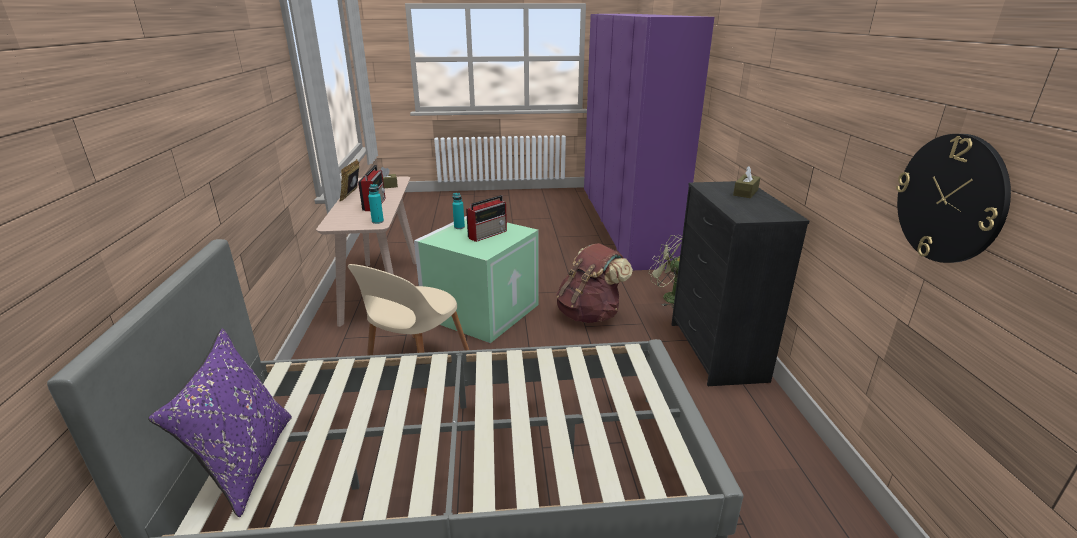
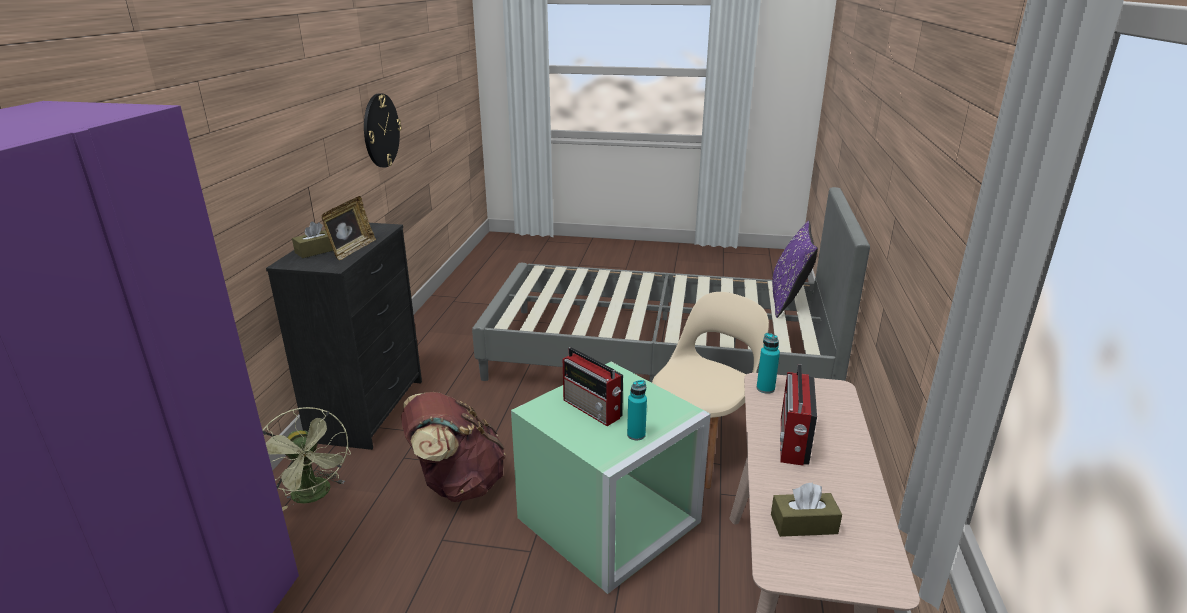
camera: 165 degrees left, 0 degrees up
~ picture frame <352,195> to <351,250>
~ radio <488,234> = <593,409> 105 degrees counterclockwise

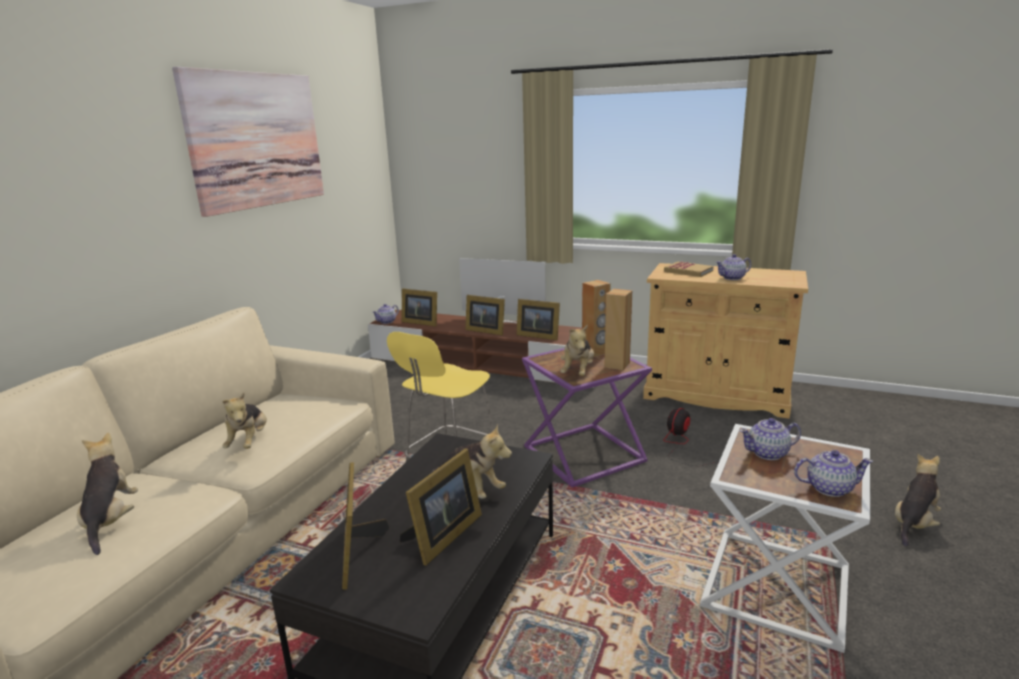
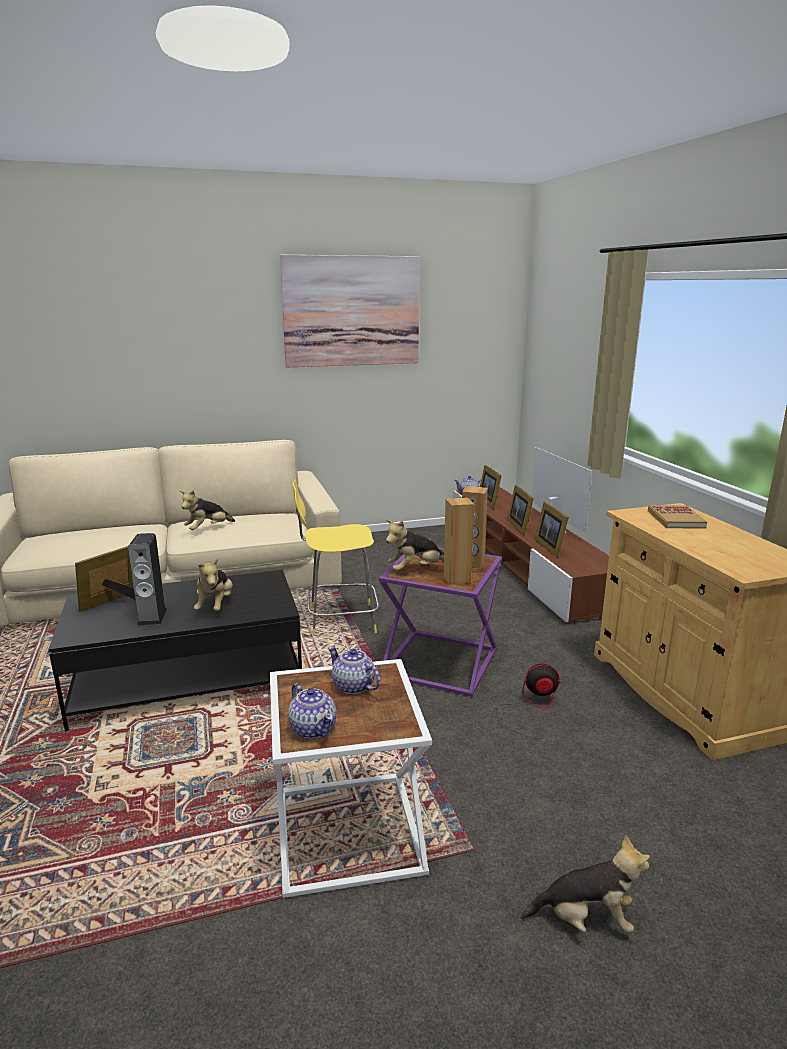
camera: 50 degrees right, 0 degrees up
- plush toy <111,521>
- pot for tea <732,278>
~ picture frame <442,536> to loudspeaker <152,617>

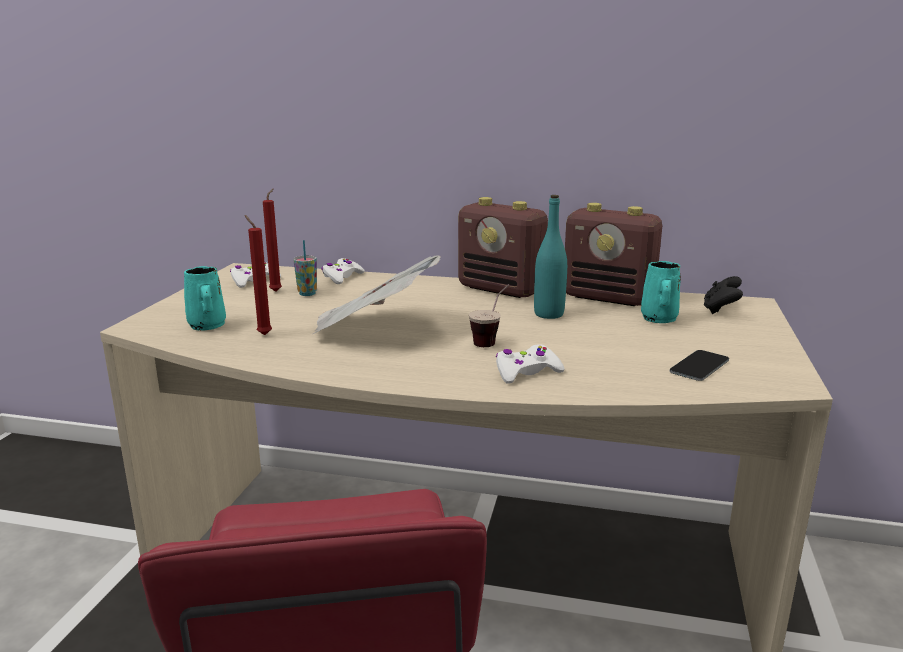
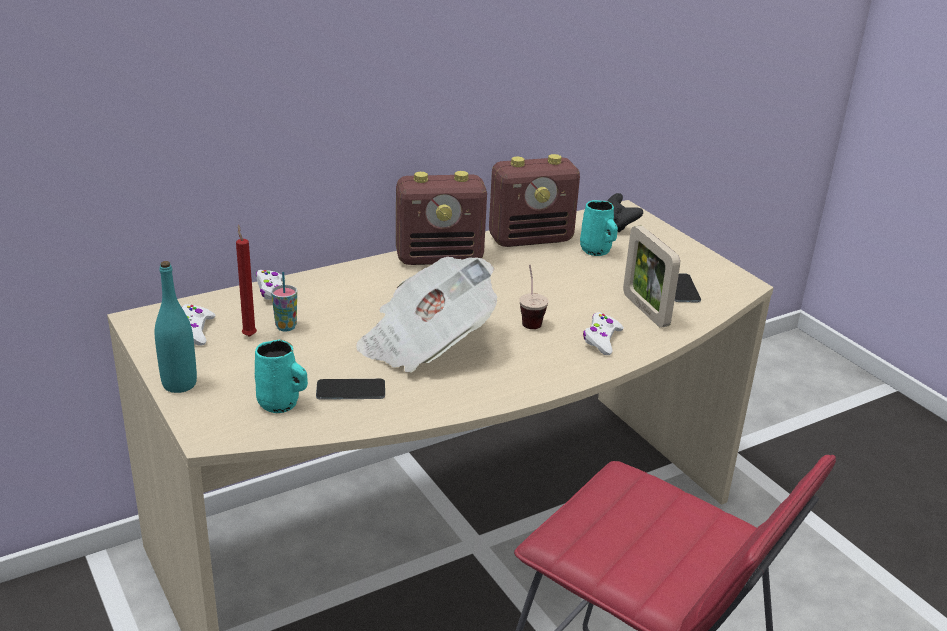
camera: 45 degrees left, 10 degrees up
+ picture frame <645,310>
~ turquoise-coloured drink bottle <548,314> to <179,384>
~ red-coloured wax candle <263,334> to phone <350,390>

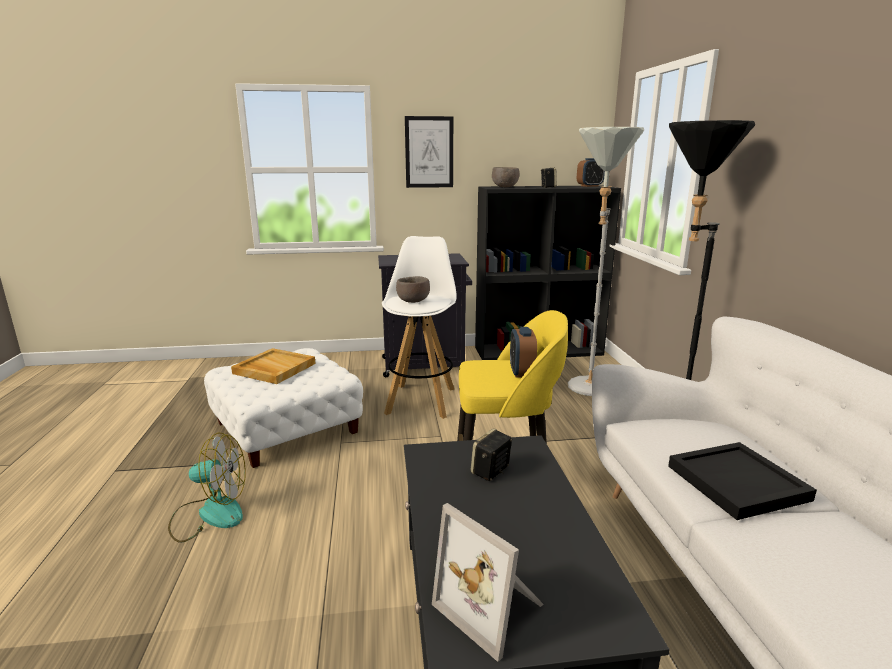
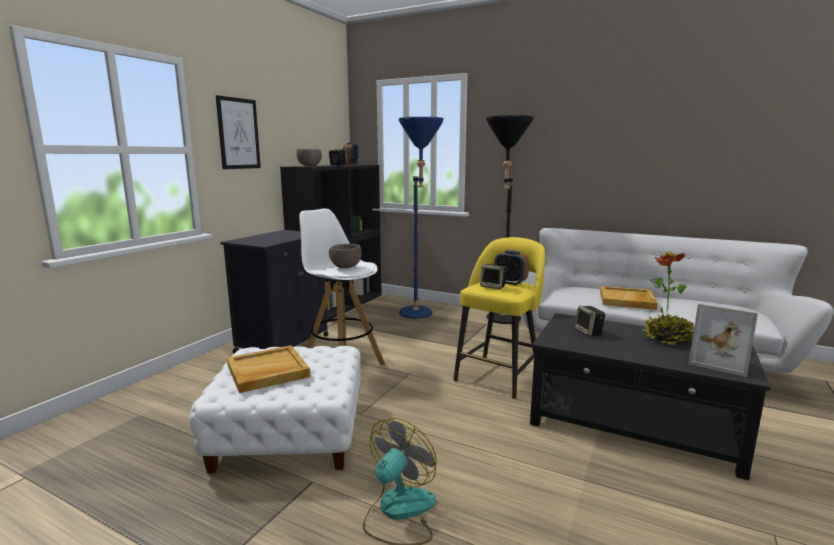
camera: 55 degrees left, 5 degrees down
+ loudspeaker <493,287>
+ potted plant <667,339>
~ greyish standing lamp <587,391> to blue-coloured standing lamp <419,315>
~ black carrying tray <737,483> to beige carrying tray <627,300>
~ picture frame <493,606> = <719,362> 45 degrees clockwise

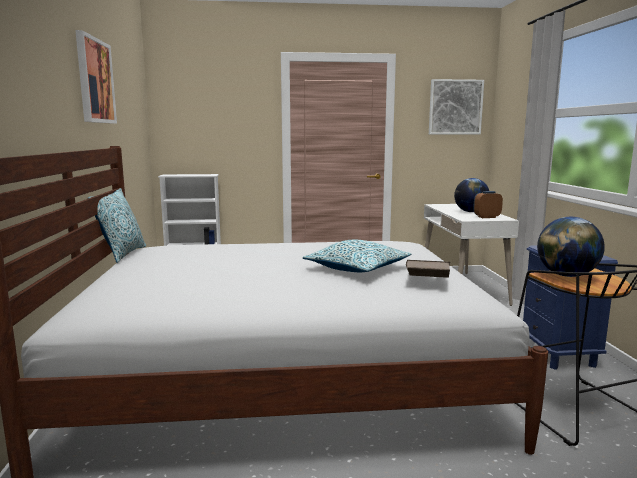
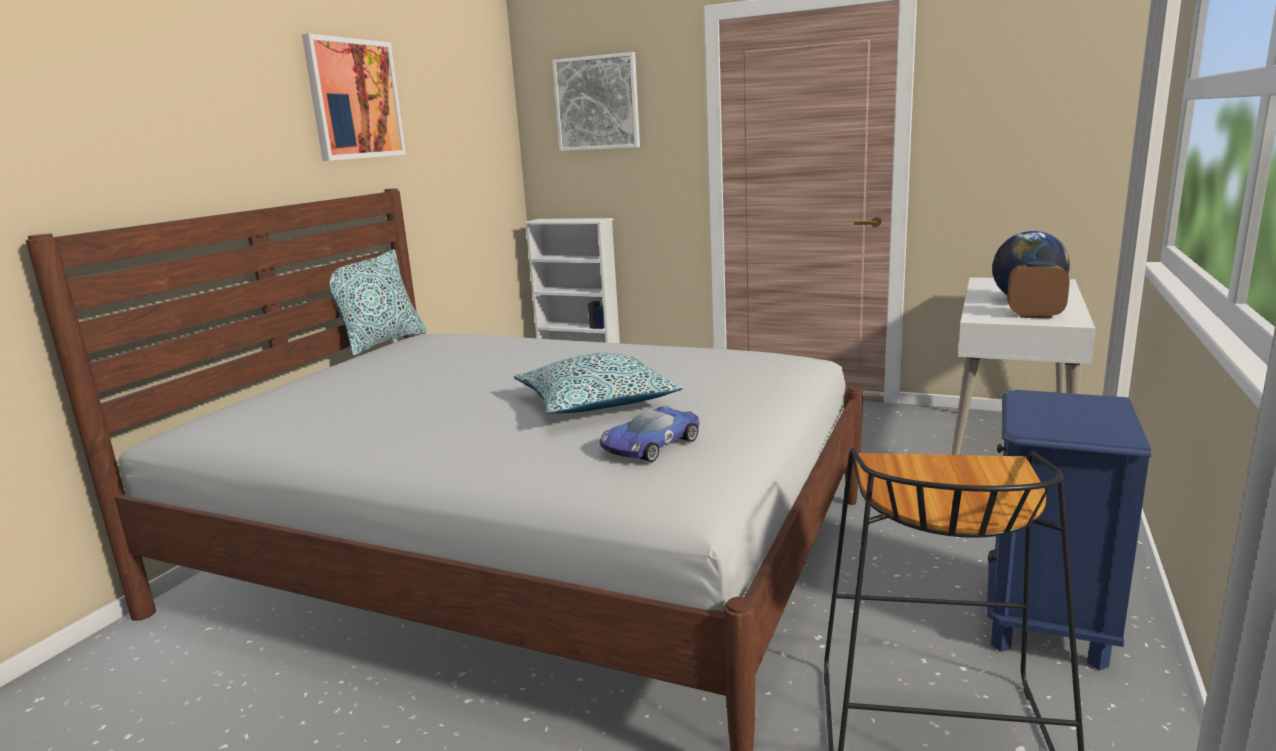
camera: 30 degrees right, 5 degrees up
- globe <566,275>
~ wall picture <455,107> to <597,103>
~ brown book <427,282> to miniature car <649,445>

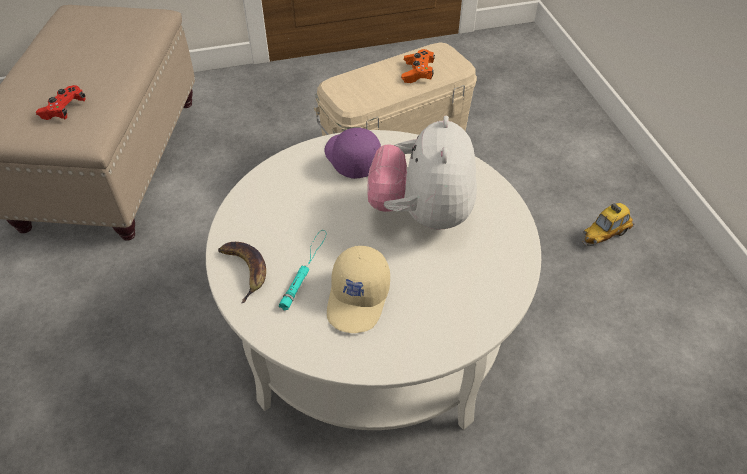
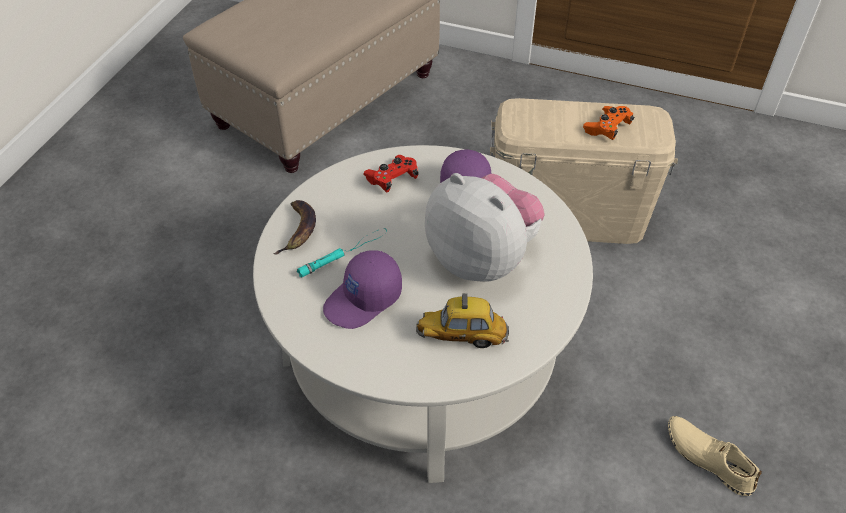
camera: 35 degrees right, 0 degrees up
+ beige low shoe <708,458>
~ red-coloured gamepad <64,110> to <392,179>
~ miniature car <605,235> to <462,336>
~ beige cap <359,298> to purplish cap <364,300>
~ plush toy <422,214> = <482,258> 90 degrees clockwise

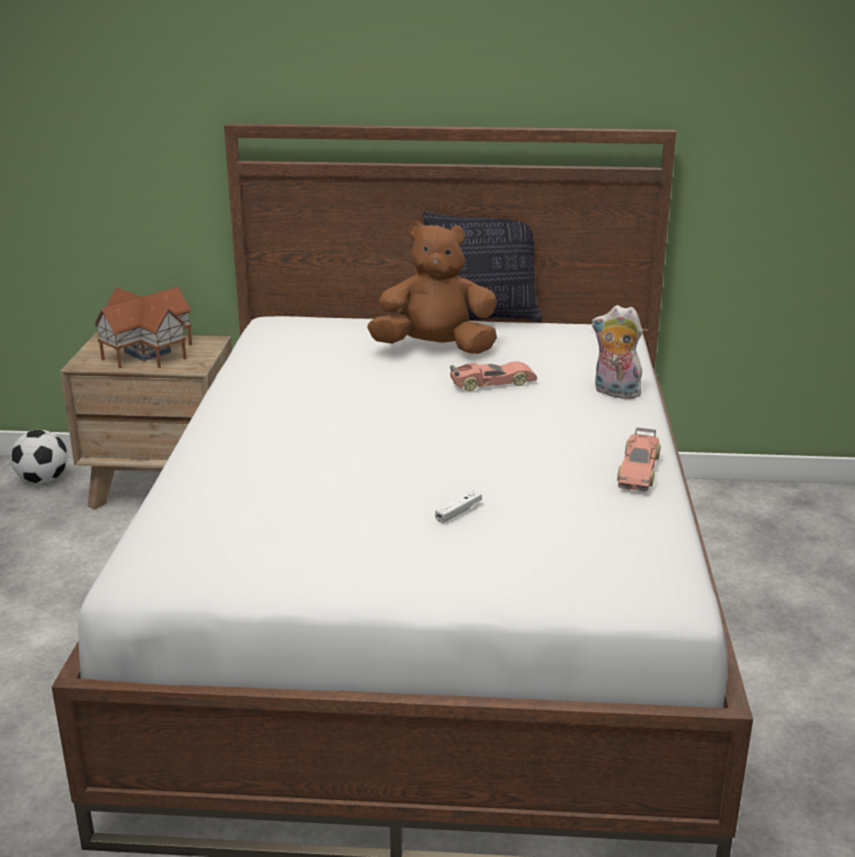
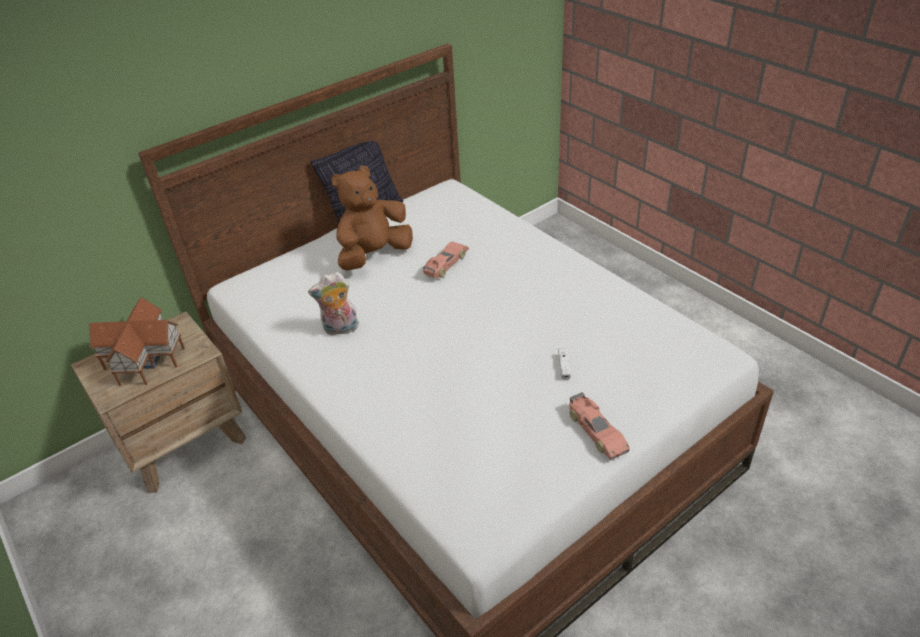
camera: 40 degrees left, 15 degrees up
- football <43,480>
~ plush toy <614,393> to <340,329>
~ miniature car <638,470> to <596,431>

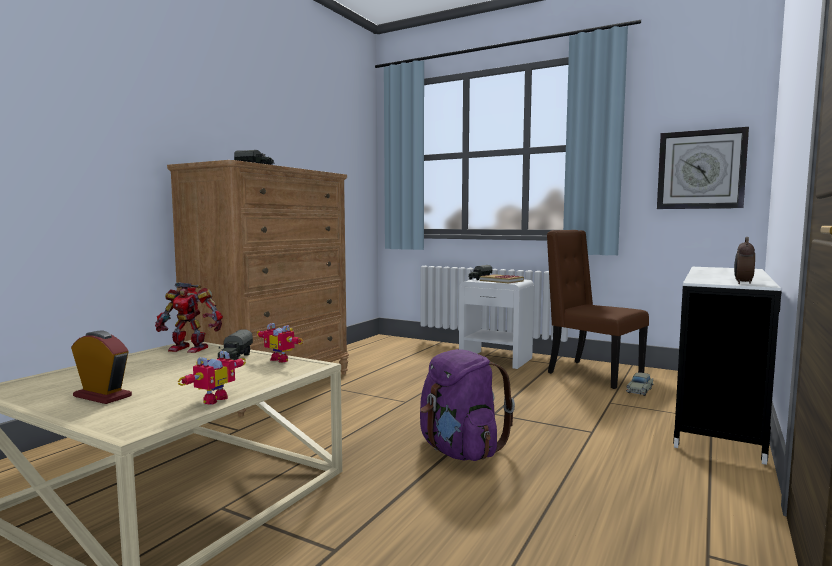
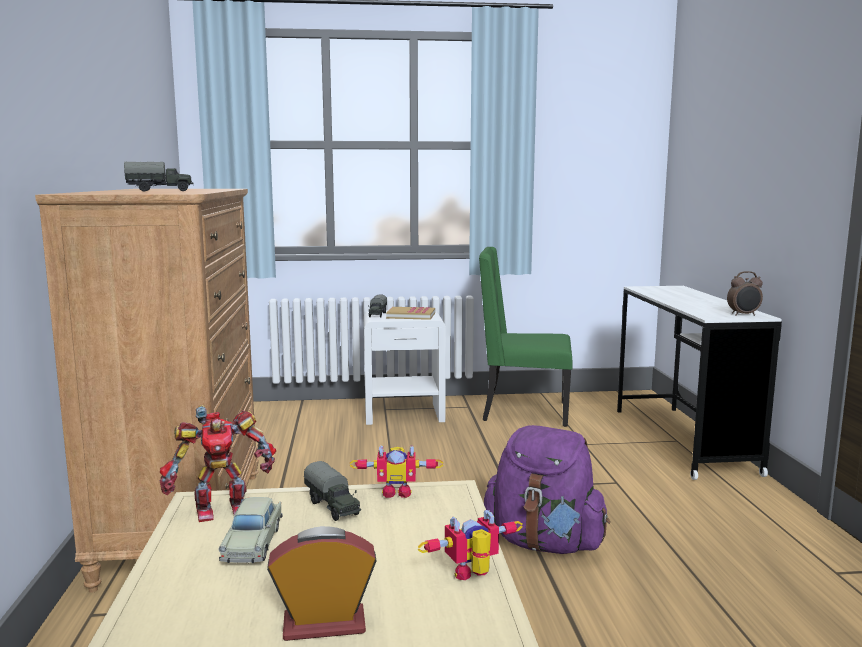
camera: 35 degrees left, 5 degrees up
- hanging clock <701,170>
~ beige miniature car <640,390> to <254,542>
~ brown plain chair <592,374> to green-coloured plain chair <523,412>
~ model robot <212,399> = <474,576> 105 degrees counterclockwise
~ table clock <742,283> = <743,315> 90 degrees counterclockwise

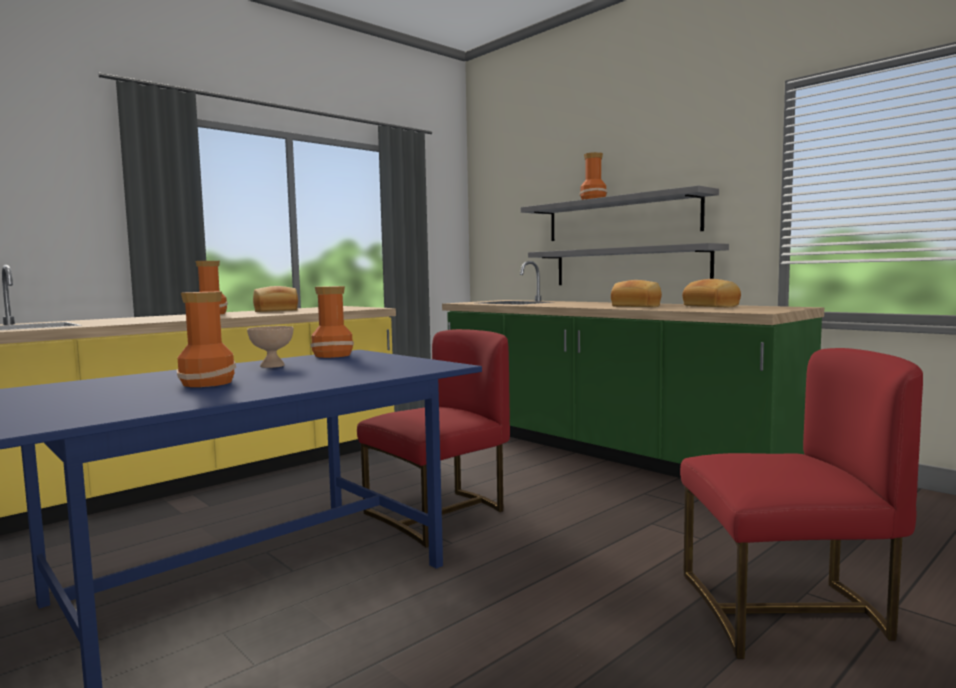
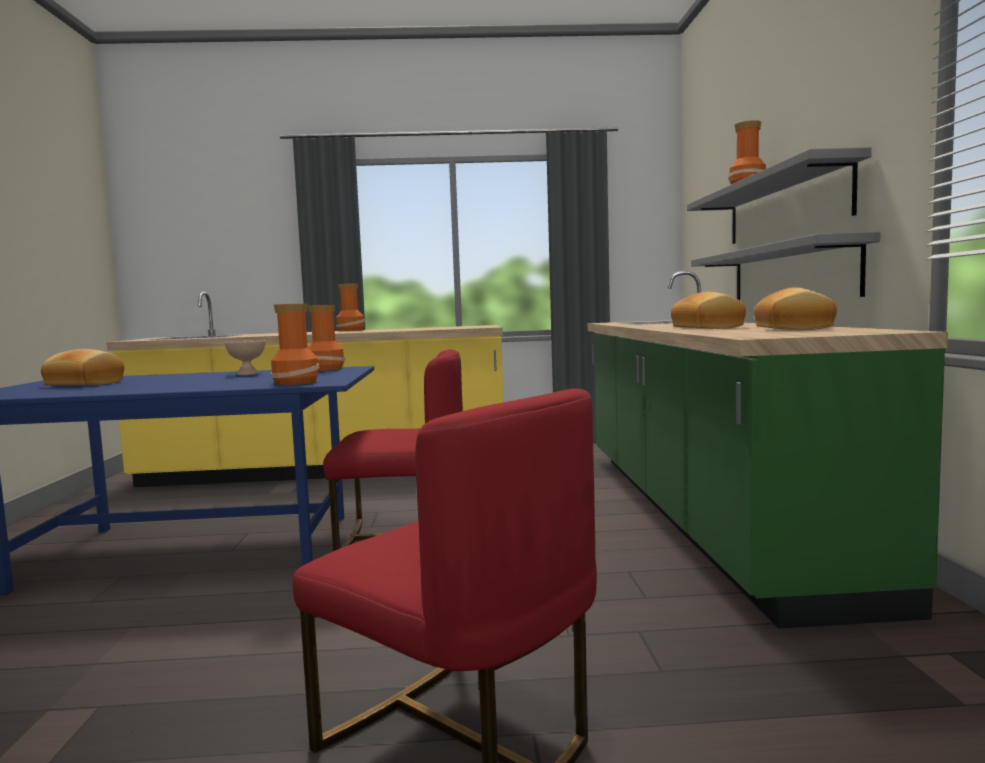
camera: 40 degrees right, 0 degrees up
~ decorative vase <208,383> to <297,382>
~ baked bread <276,311> to <83,384>

